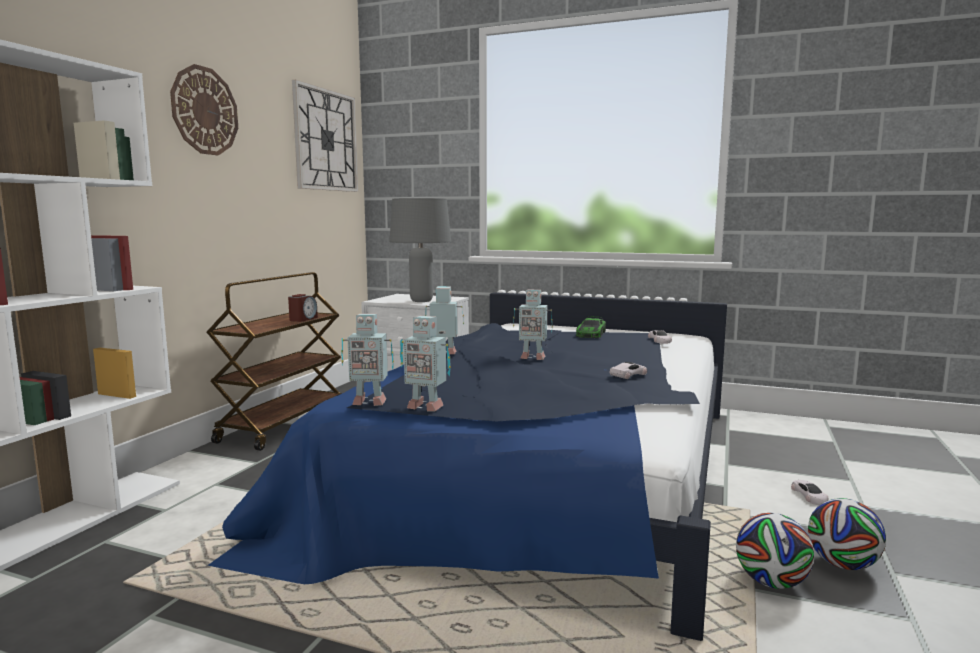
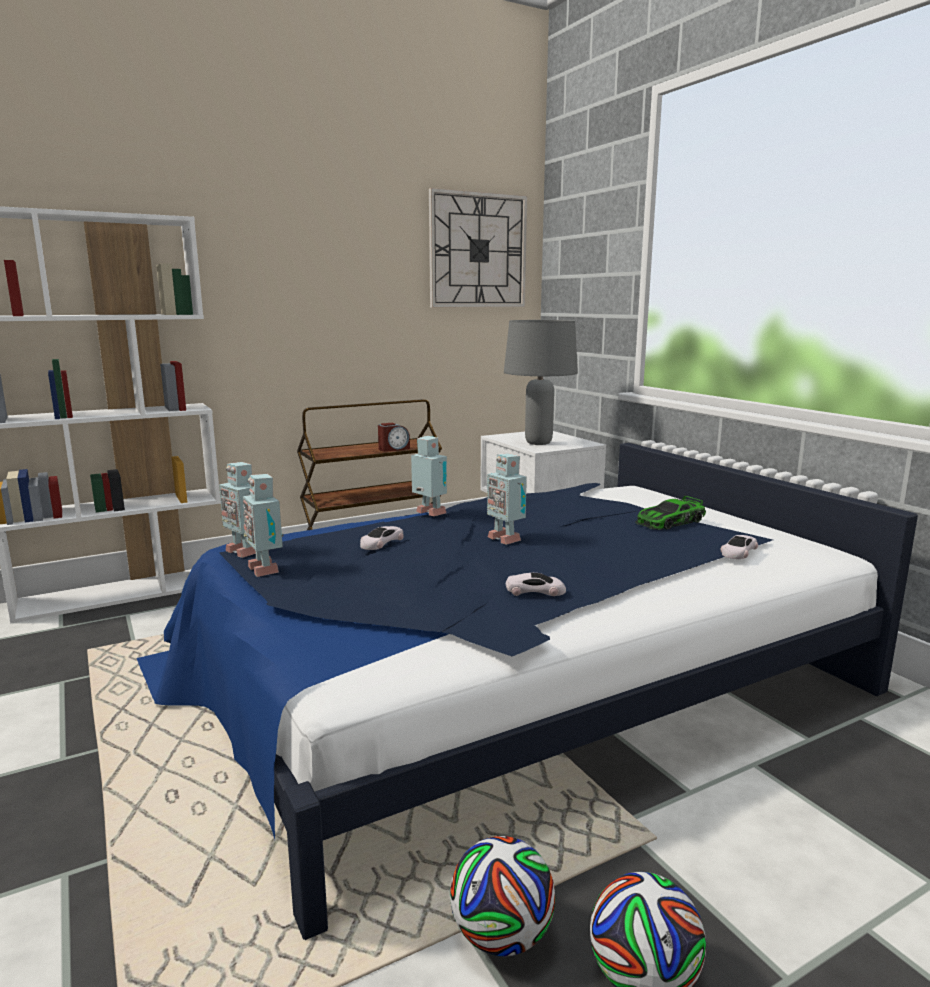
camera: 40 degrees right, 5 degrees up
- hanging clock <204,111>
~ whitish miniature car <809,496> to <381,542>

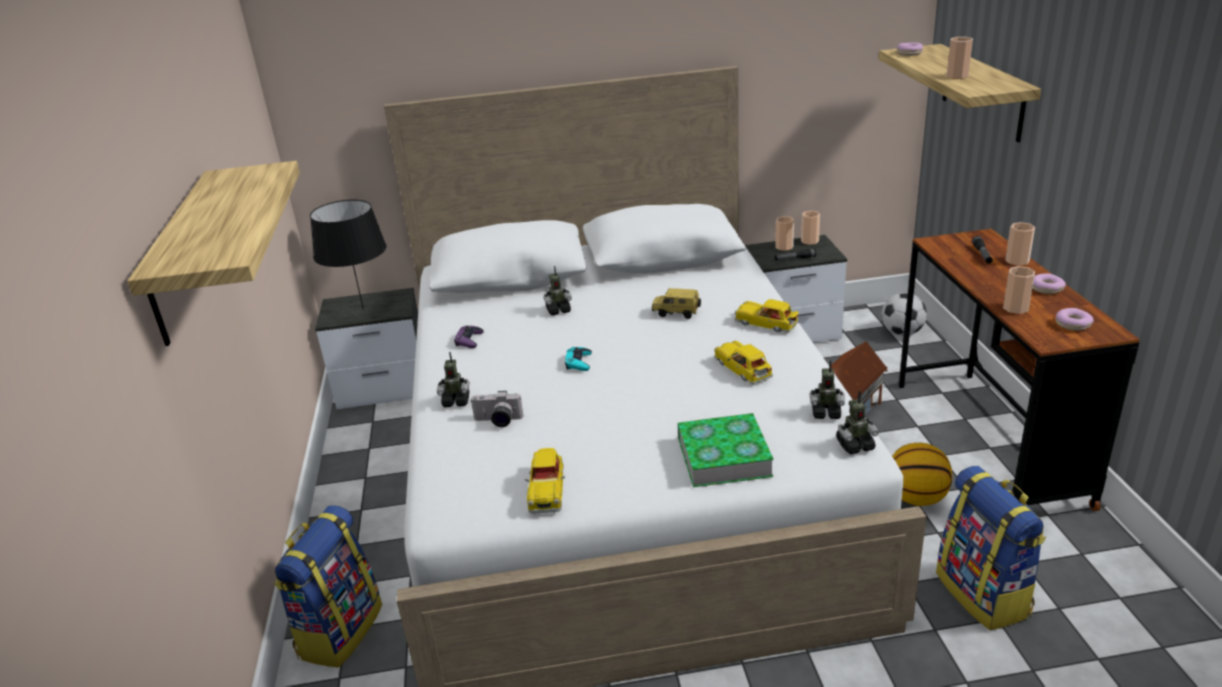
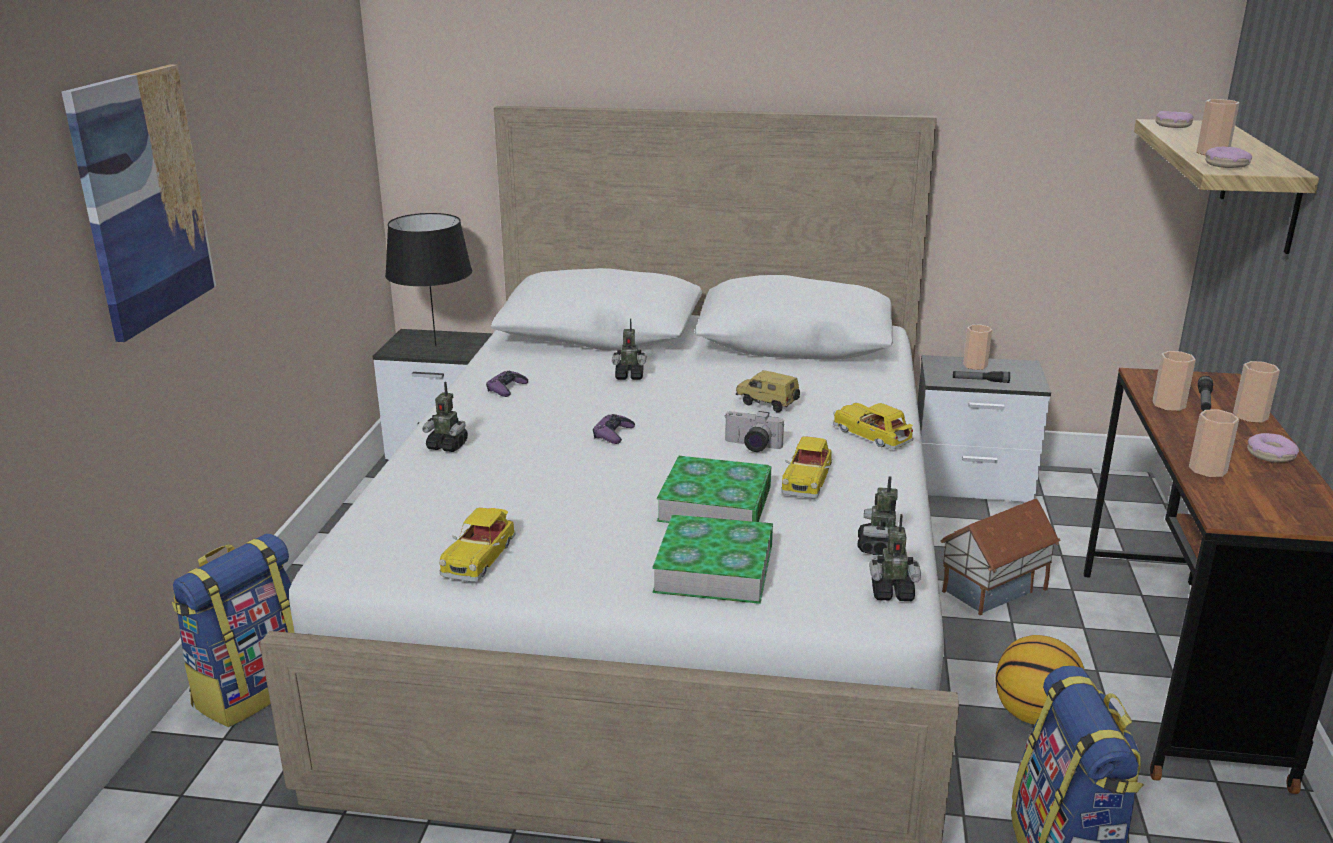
camera: 15 degrees right, 5 degrees down
- football <902,333>
+ book <715,504>
~ still camera <497,421> to <751,446>
~ cup <809,241> to <1168,405>
~ donut <1073,324> to <1226,165>
~ bracket shelf <183,256> to wall picture <142,199>
~ turquoise-coloured gamepad <578,362> to purplish gamepad <613,434>
~ miniature car <743,370> = <807,479> 150 degrees counterclockwise
~ model robot <826,412> = <879,547> 75 degrees clockwise

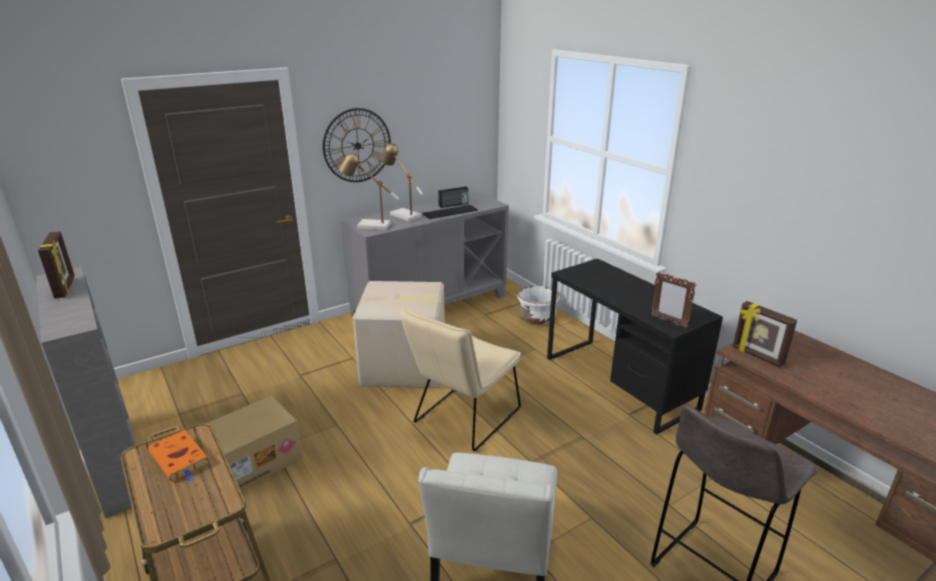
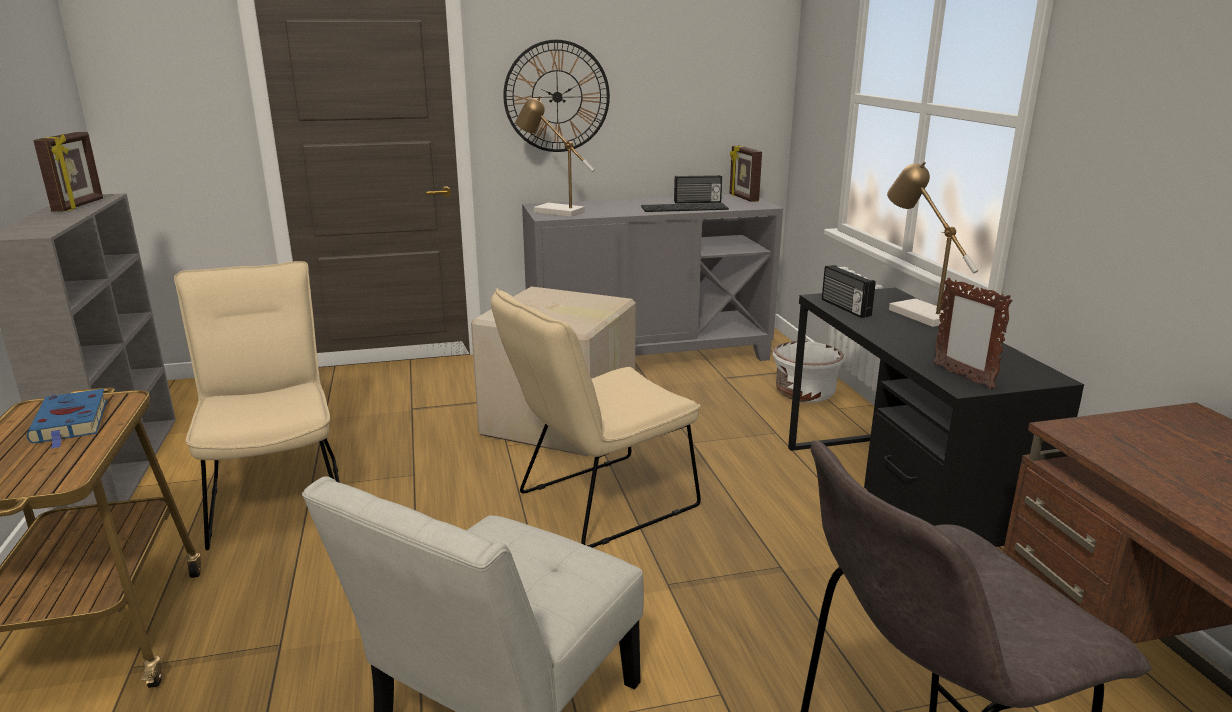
camera: 20 degrees right, 5 degrees down
+ radio <844,308>
~ lamp for a table <402,215> to <915,313>
~ picture frame <757,356> to <743,198>
~ packing box <255,460> to beige plain chair <277,495>
~ orange book <180,459> to blue-coloured book <71,423>

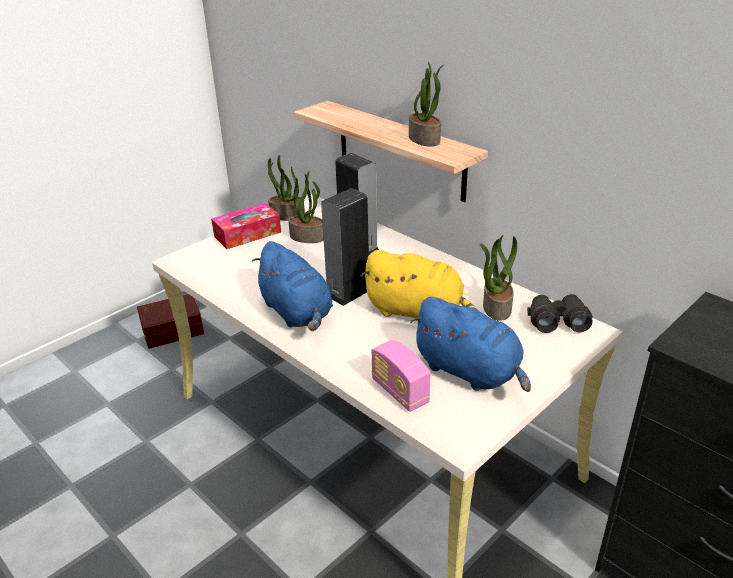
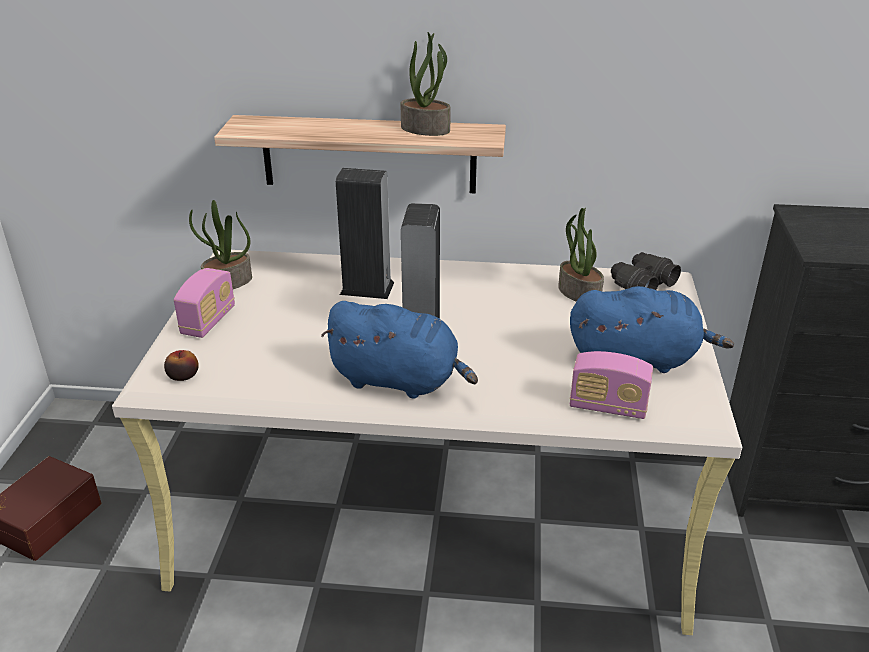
camera: 40 degrees left, 0 degrees up
- potted plant <308,237>
- yellow-coloured plush toy <417,312>
+ apple <183,375>
~ box of tissues <247,234> to radio <208,321>

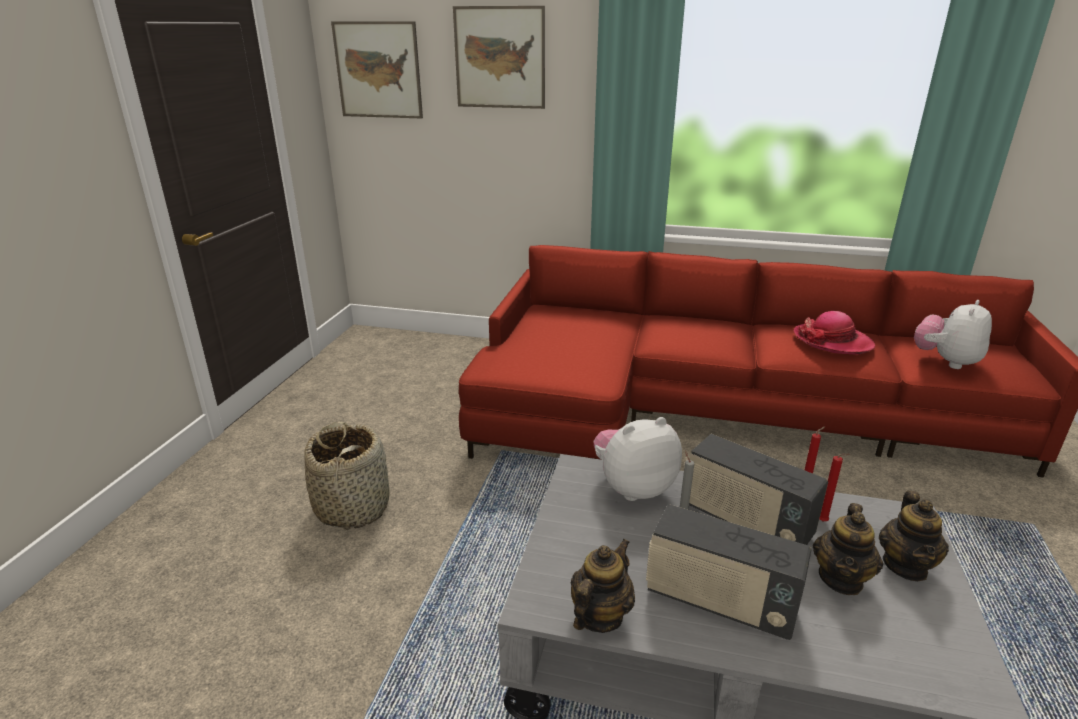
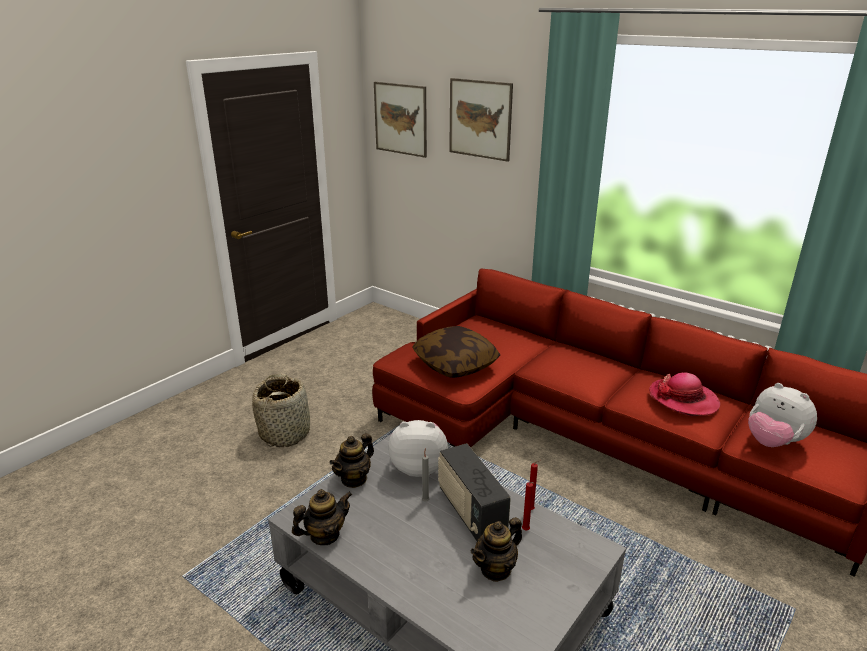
camera: 25 degrees right, 0 degrees up
- radio <719,602>
+ throw pillow <455,364>
~ pot for tea <905,566> to <354,479>
~ plush toy <945,361> = <773,442> 105 degrees counterclockwise

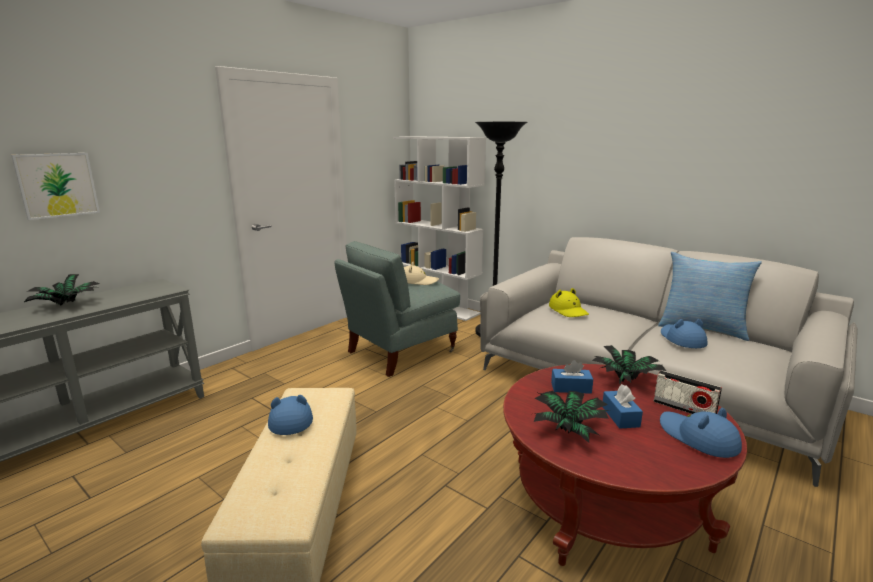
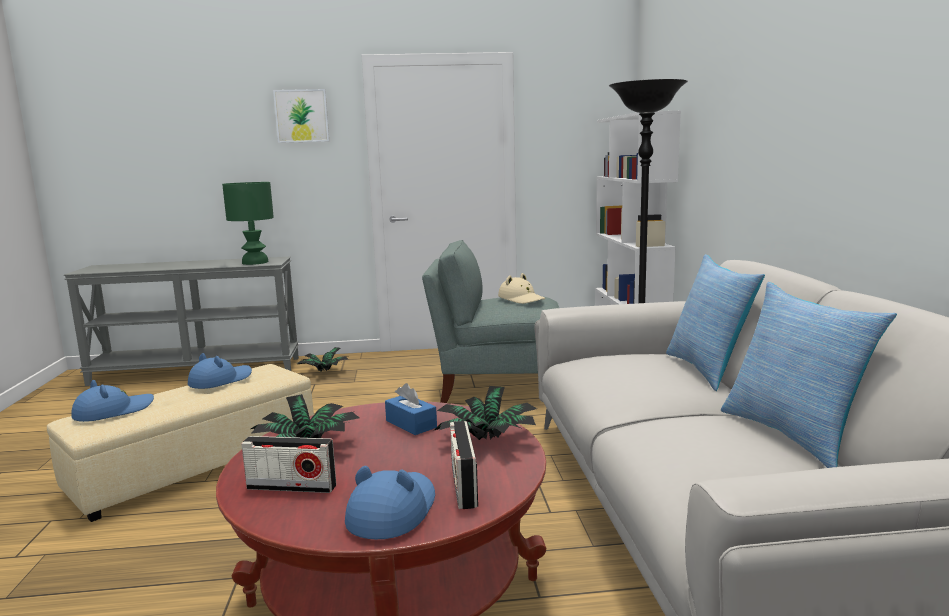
camera: 45 degrees right, 5 degrees down
- yellow-coloured wearable hat <568,310>
- blue-coloured box of tissues <620,416>
+ green-coloured lamp for a table <254,262>
+ radio <291,487>
+ throw pillow <708,370>
~ wall picture <57,185> to <301,116>
~ potted plant <67,305> to <324,372>
~ blue-coloured wearable hat <682,339> to <113,411>

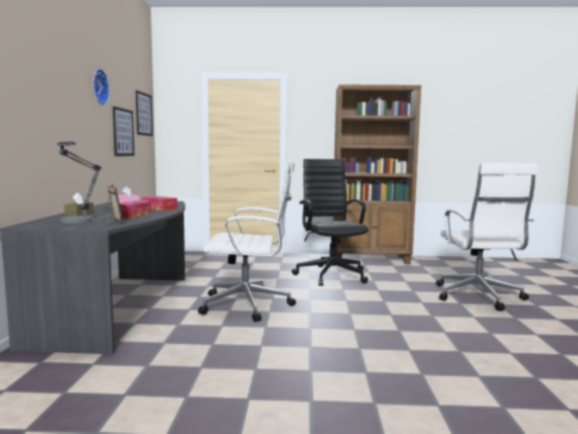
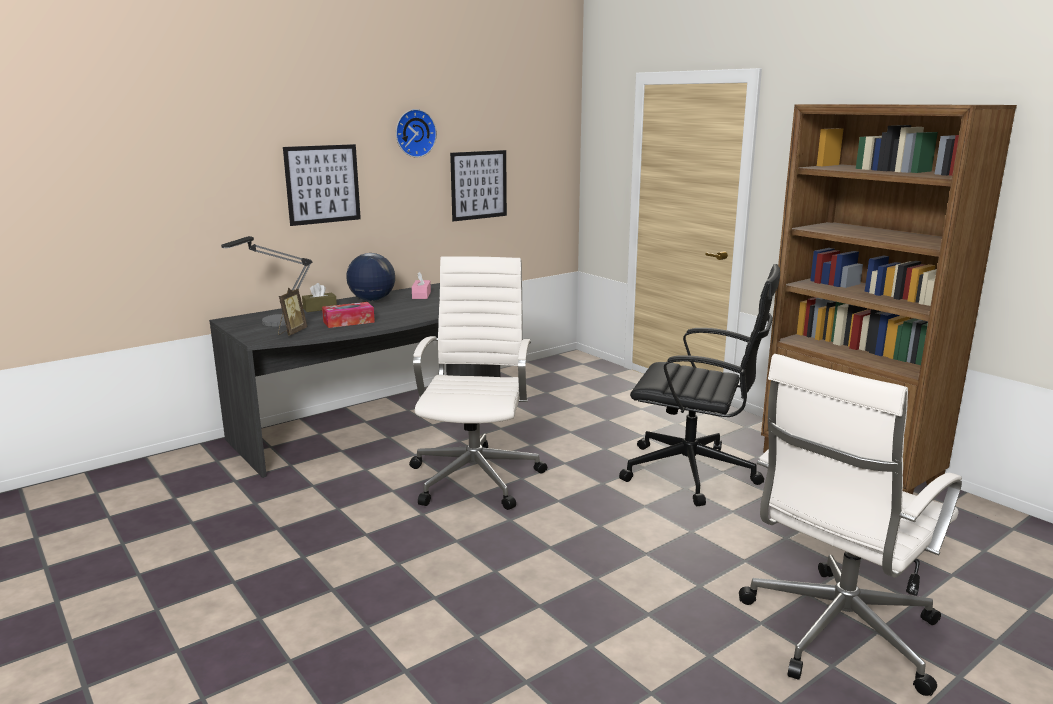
camera: 50 degrees right, 10 degrees up
- box of tissues <159,208>
+ globe <372,300>
~ wall picture <144,114> to <322,184>
~ whitish computer chair <249,305> = <476,476> 135 degrees counterclockwise
~ black computer chair <331,275> = <693,473> 75 degrees clockwise

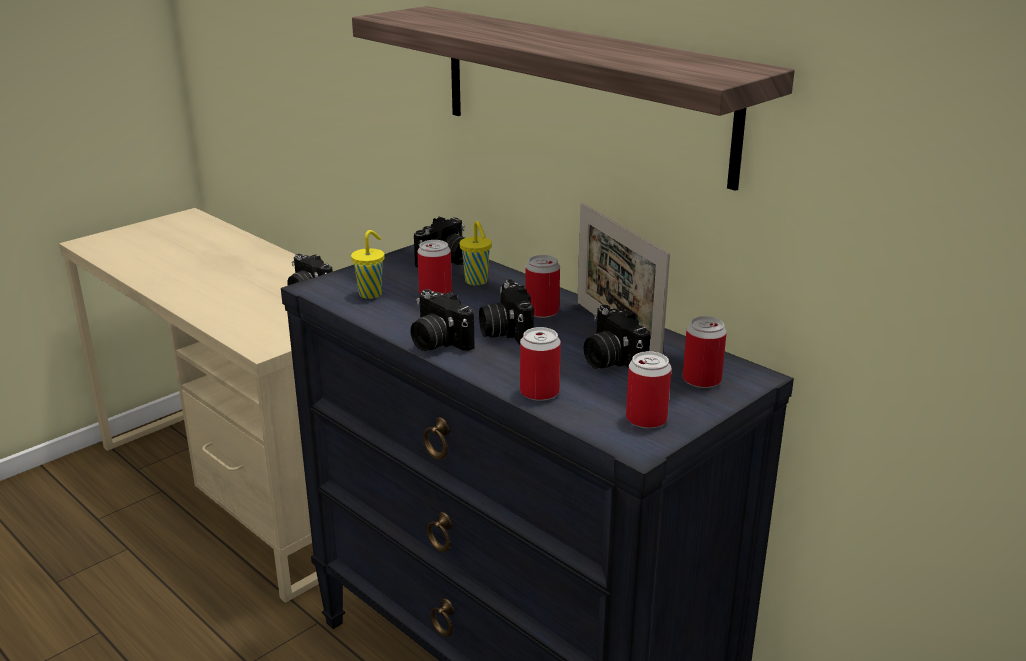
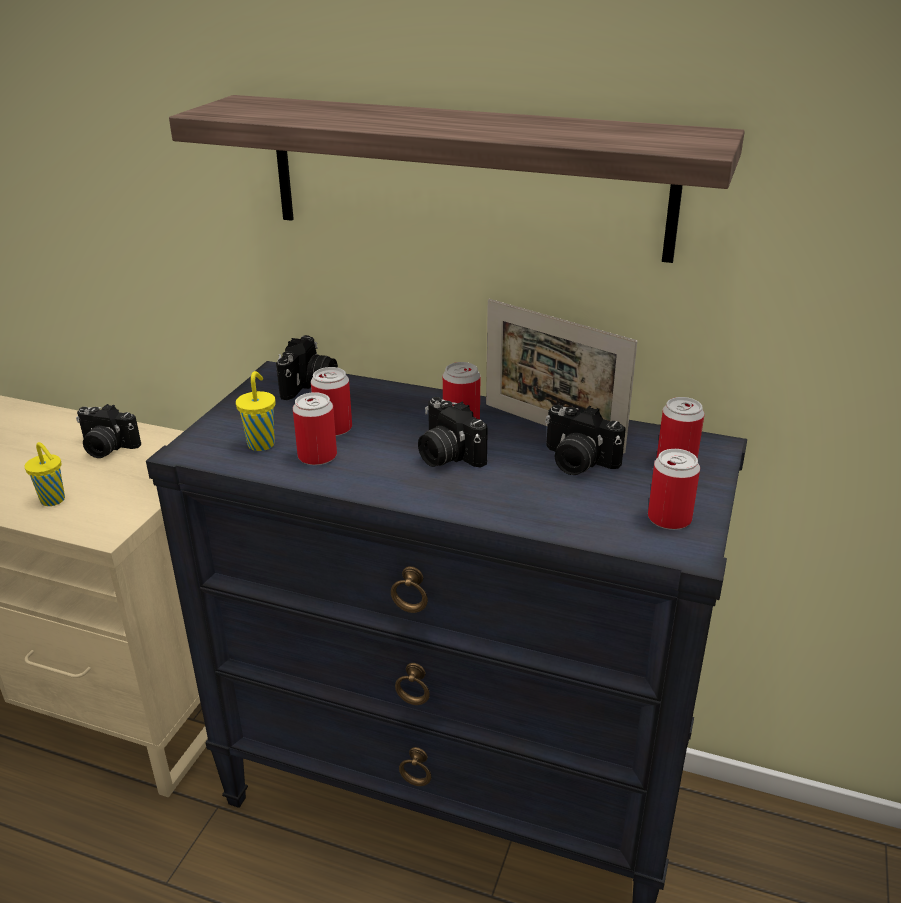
camera: 25 degrees left, 5 degrees up
- still camera <437,342>
~ yellow-coloured cup <477,282> to <54,500>
~ metal can <539,392> to <317,456>

